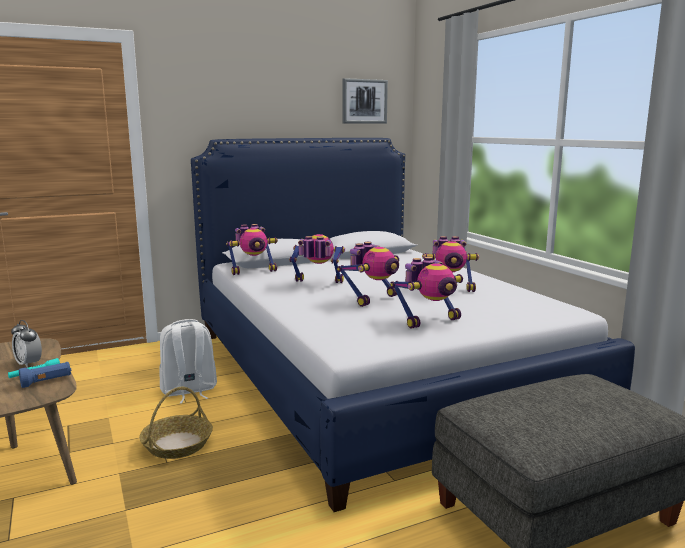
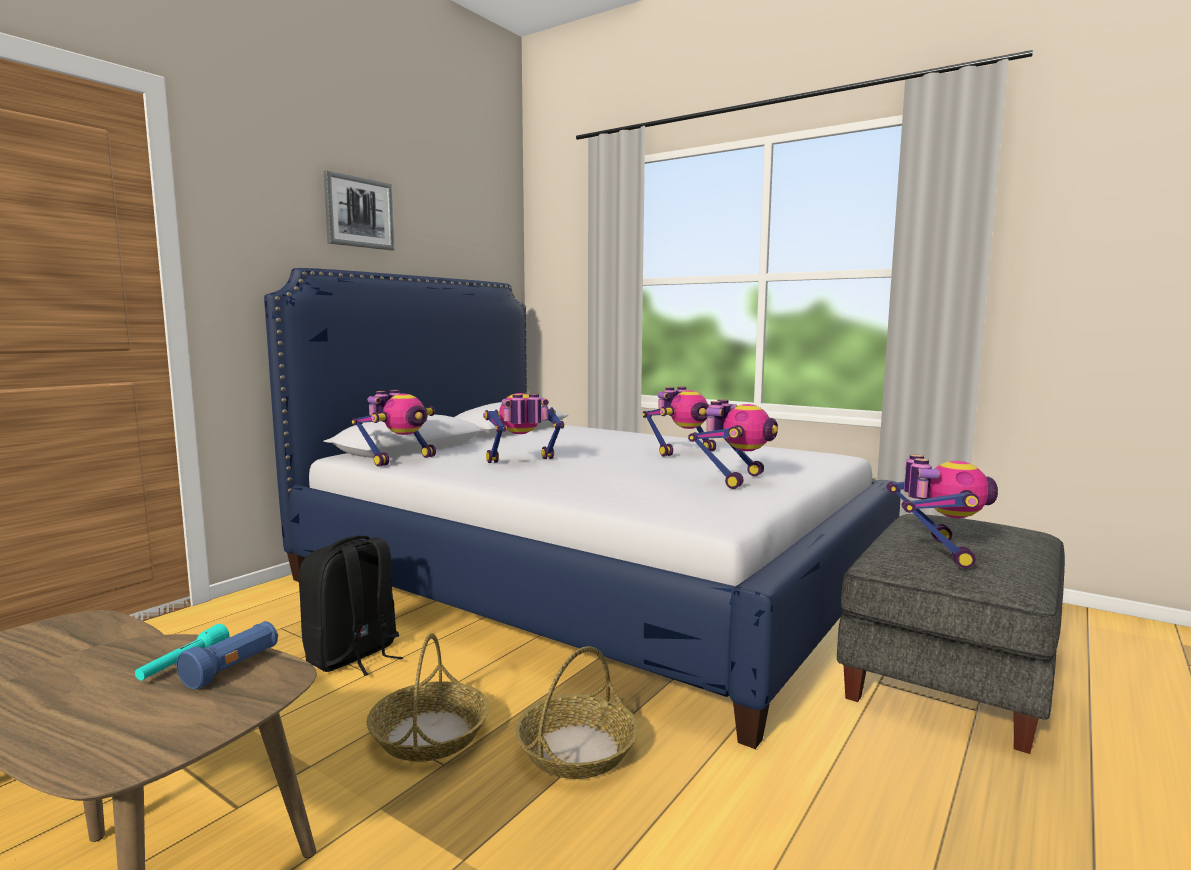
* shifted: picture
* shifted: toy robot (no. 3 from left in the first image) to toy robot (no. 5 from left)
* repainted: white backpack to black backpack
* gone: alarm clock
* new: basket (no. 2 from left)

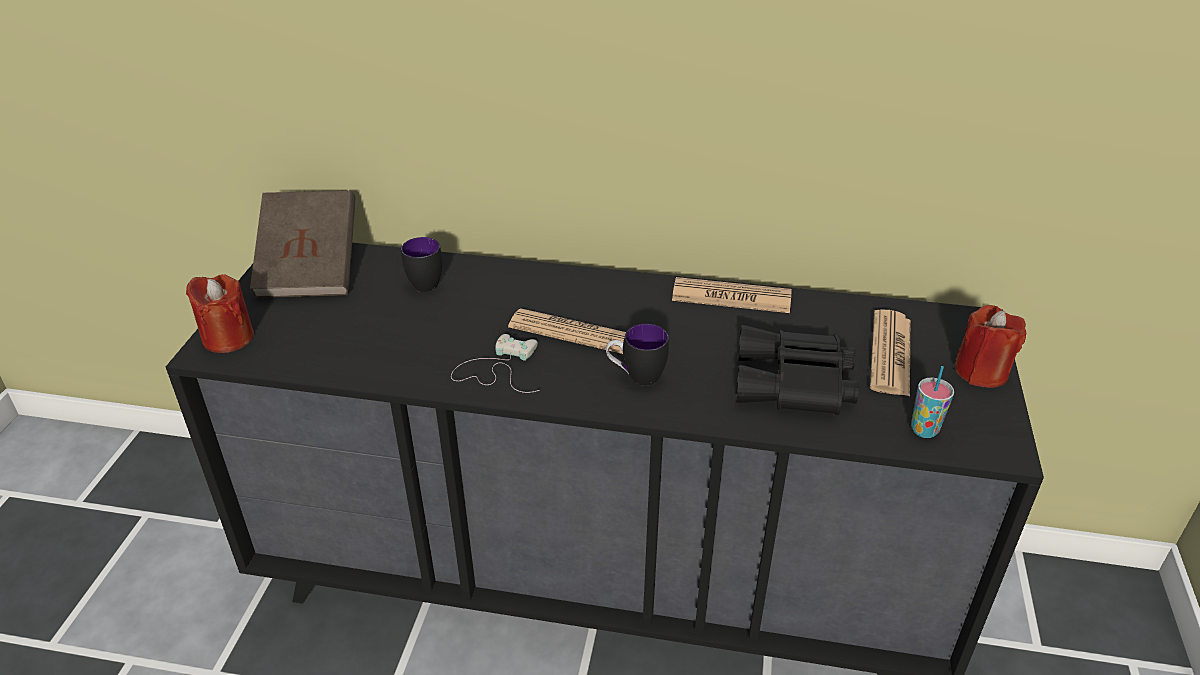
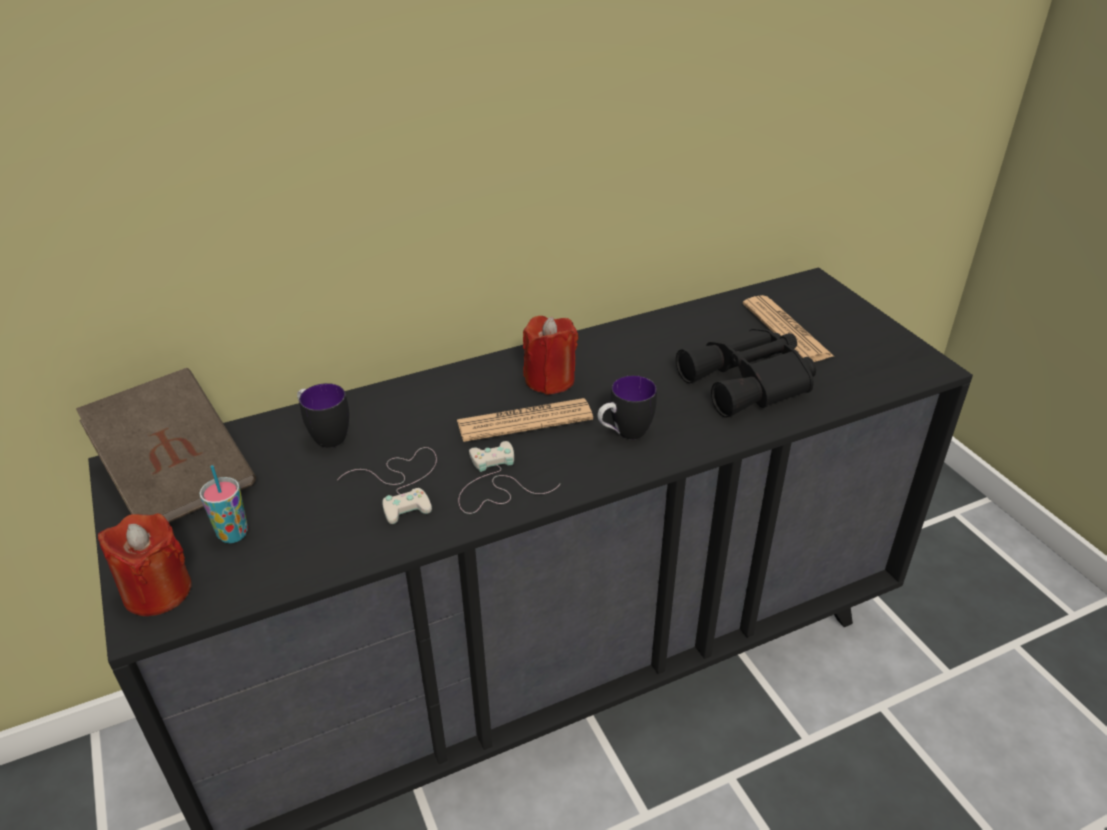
* gone: newspaper (no. 2 from left)
* shifted: red candle (no. 2 from left)
* shifted: cup
* new: white game controller (no. 1 from left)

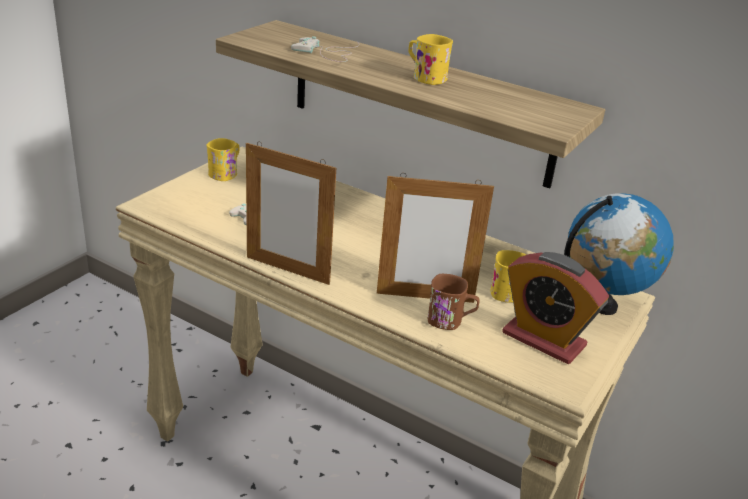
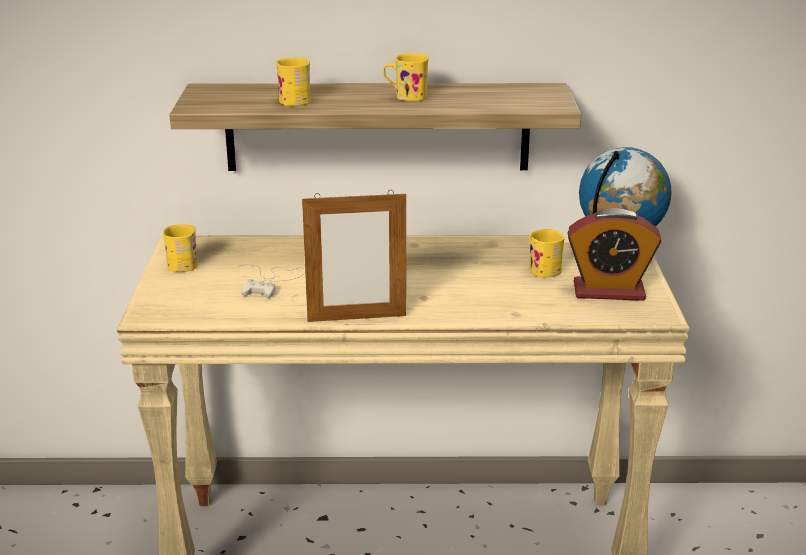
* swapped: white game controller (no. 2 from left) to yellow mug (no. 2 from left)
* gone: picture frame (no. 2 from left)
* gone: brown mug

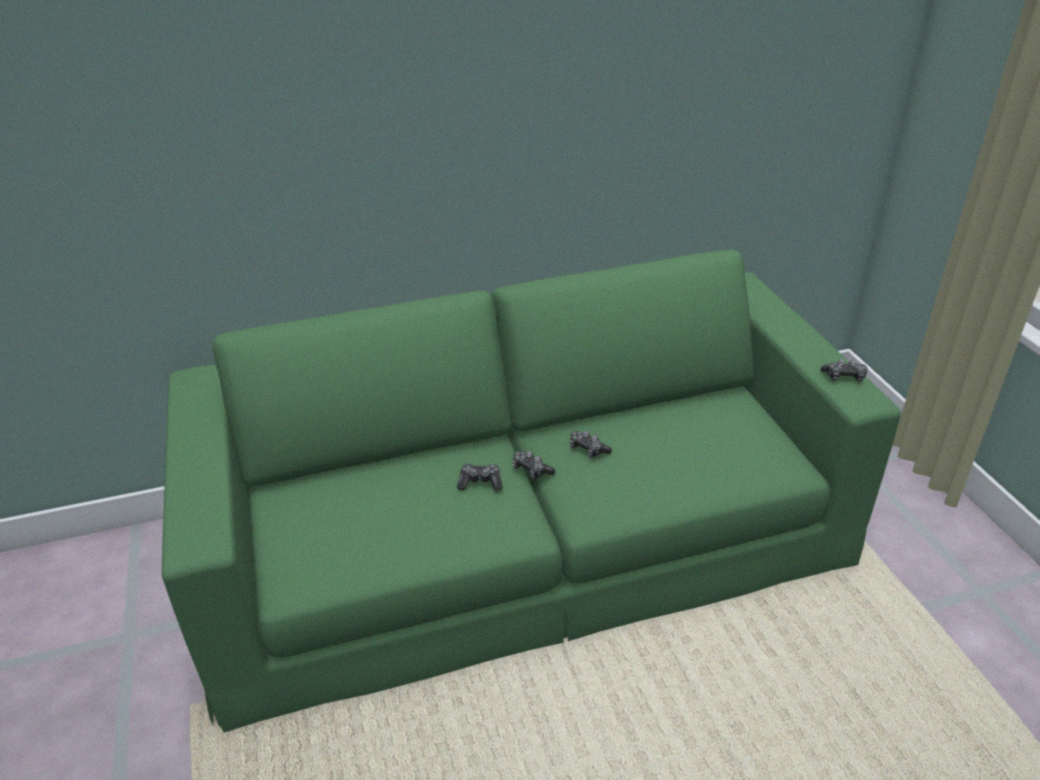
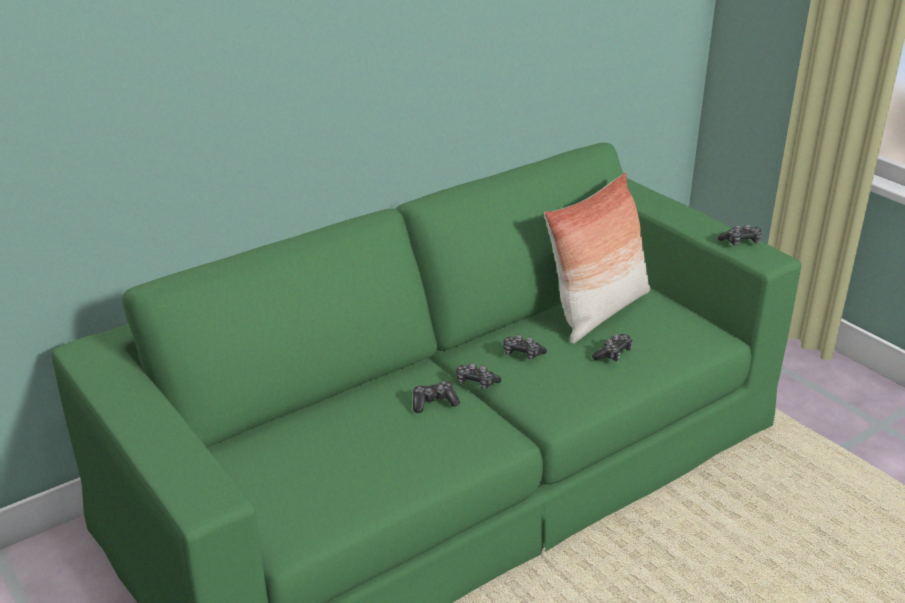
* new: pillow
* new: game controller (no. 4 from left)

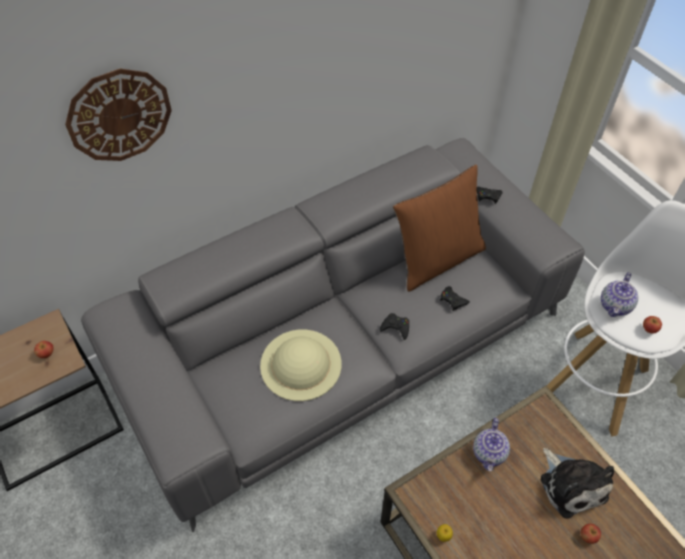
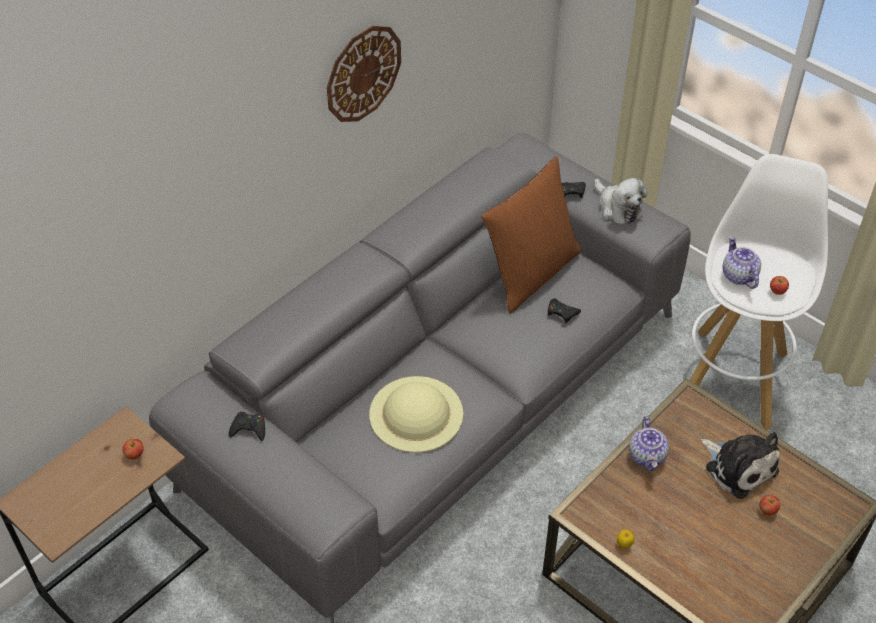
* shifted: wall clock
* rotated: teapot (no. 2 from left) 150 degrees clockwise
* shifted: black game controller (no. 1 from left)
* new: plush toy (no. 1 from left)

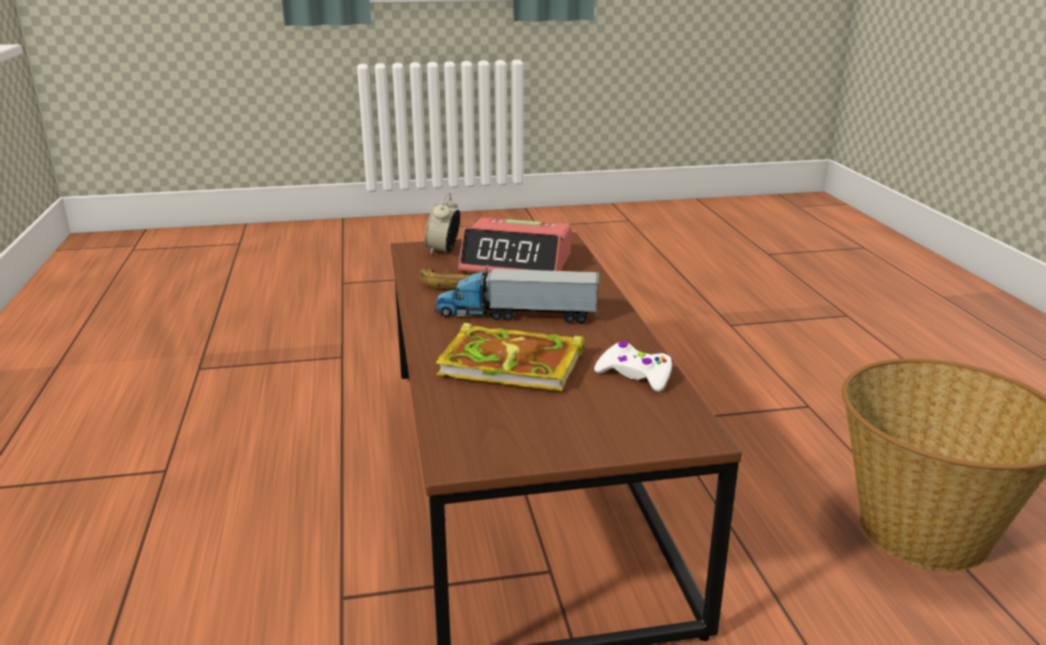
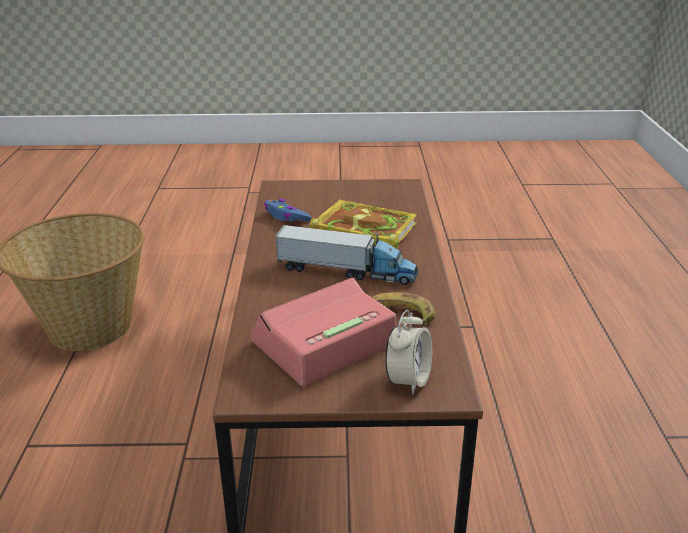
* rotated: alarm clock (no. 2 from left in the first image) 60 degrees counterclockwise
* repainted: white game controller to blue game controller

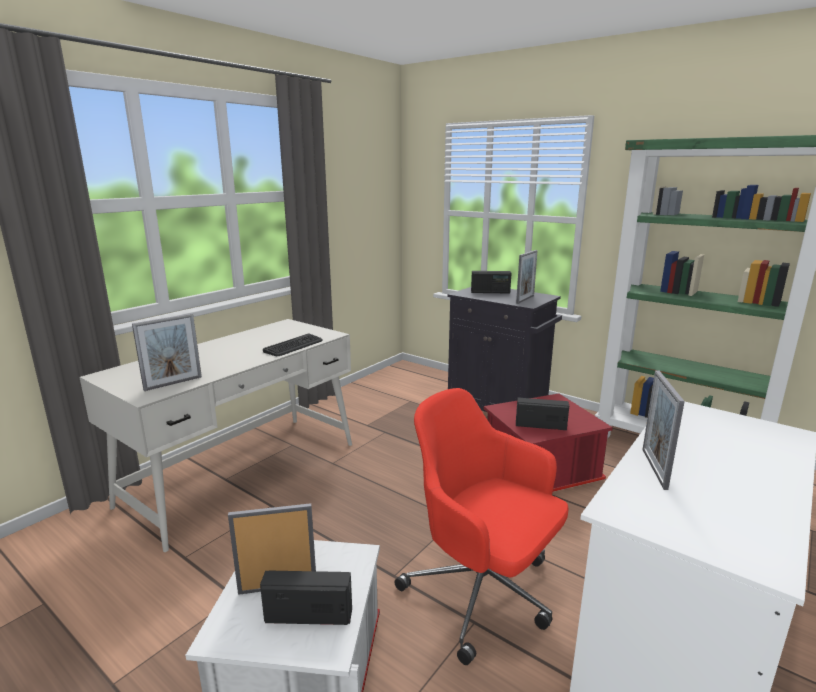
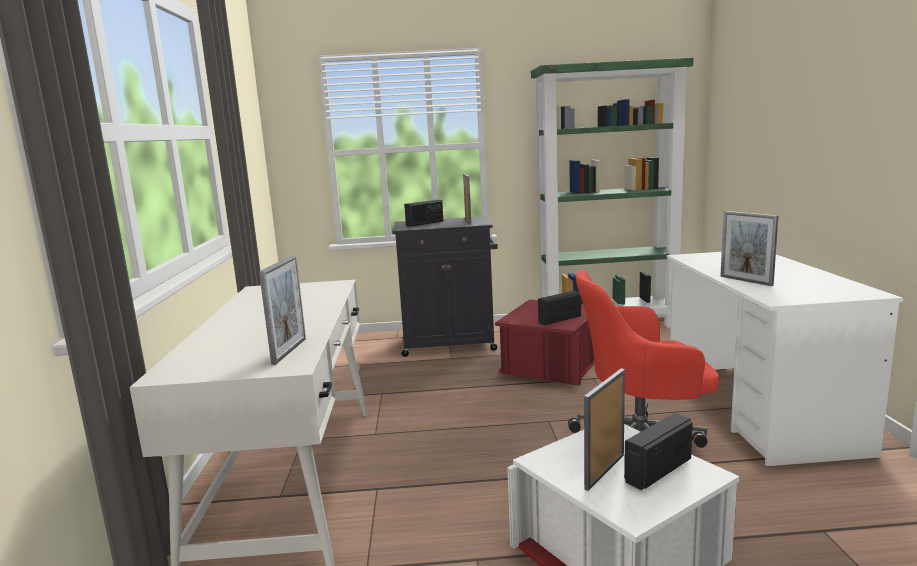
* gone: keyboard

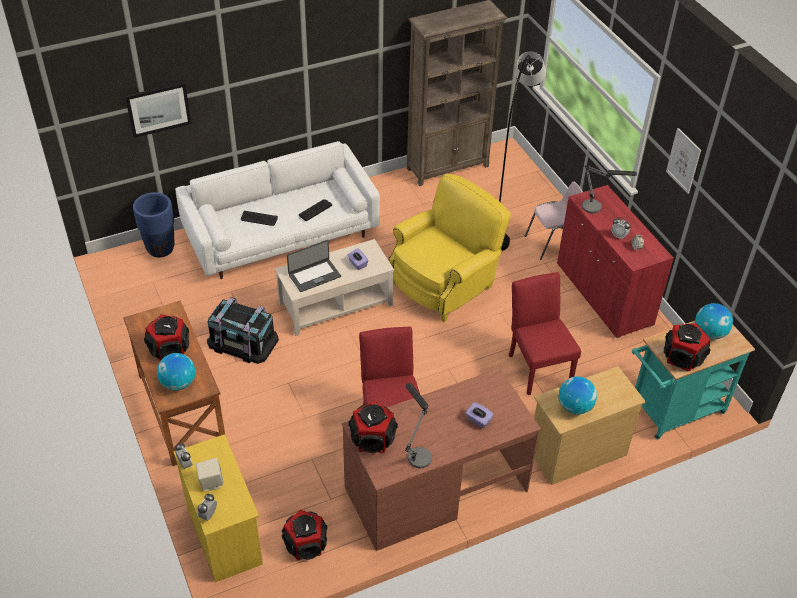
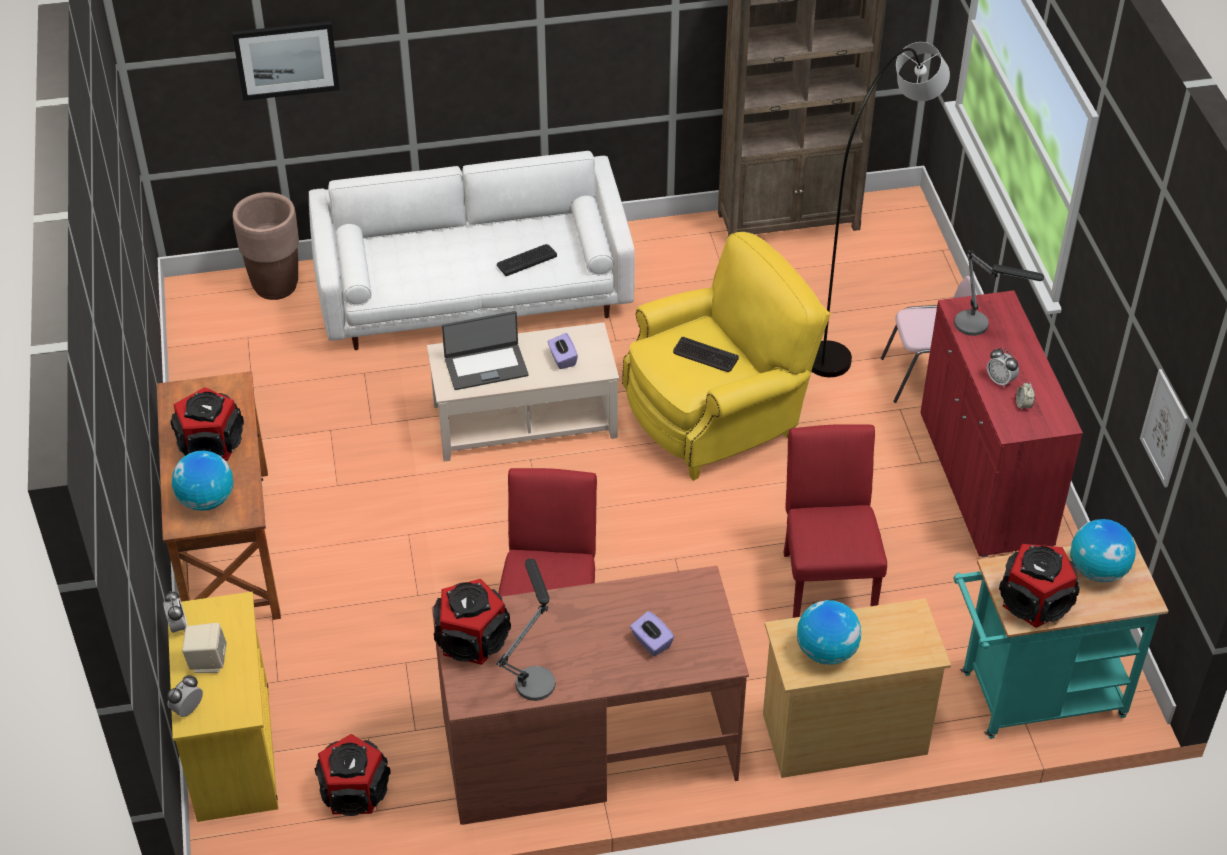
* shifted: picture (no. 2 from left)
* repainted: blue planter to brown planter
* shifted: keyboard (no. 1 from left in the first image) to keyboard (no. 2 from left)
* gone: black storage box

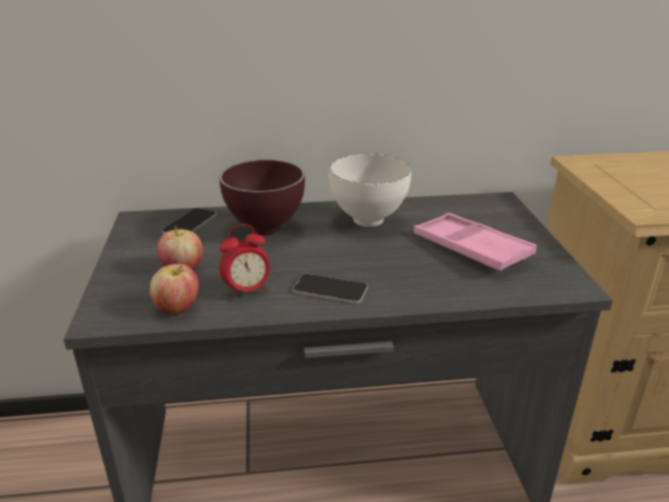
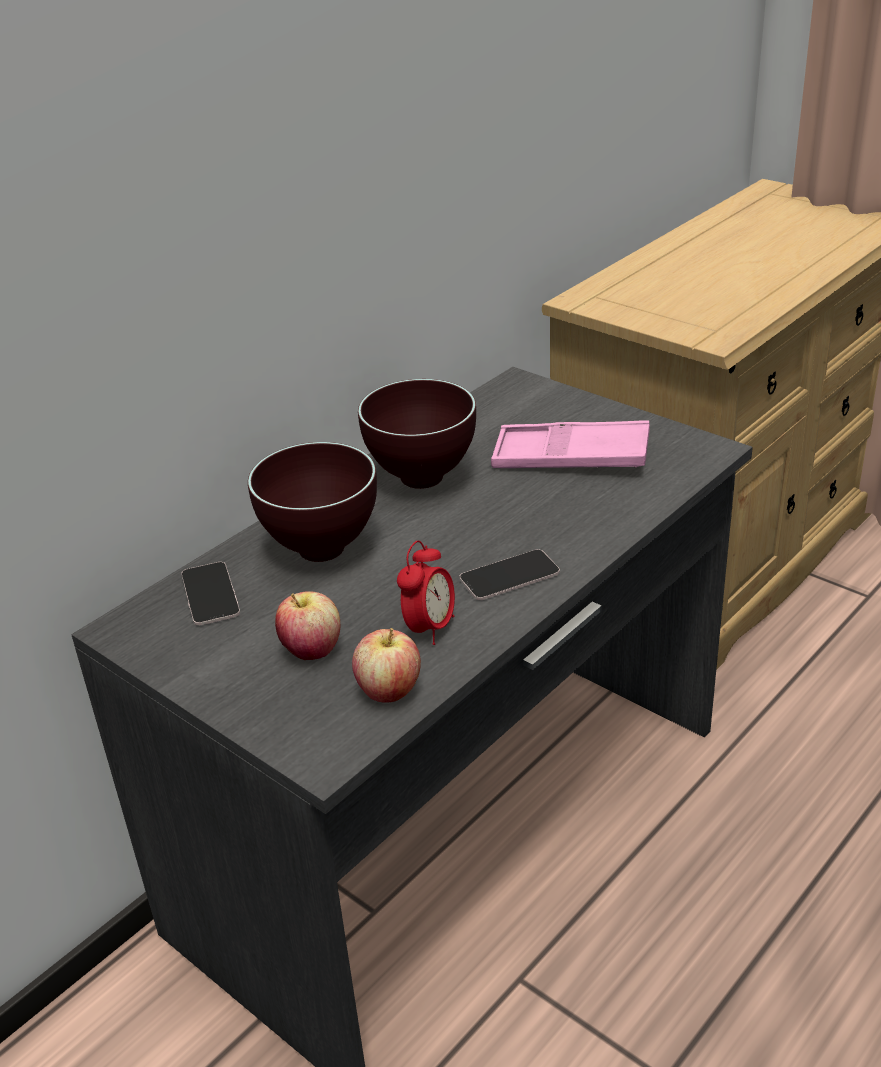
* repainted: white bowl to brown bowl (no. 2 from left)

